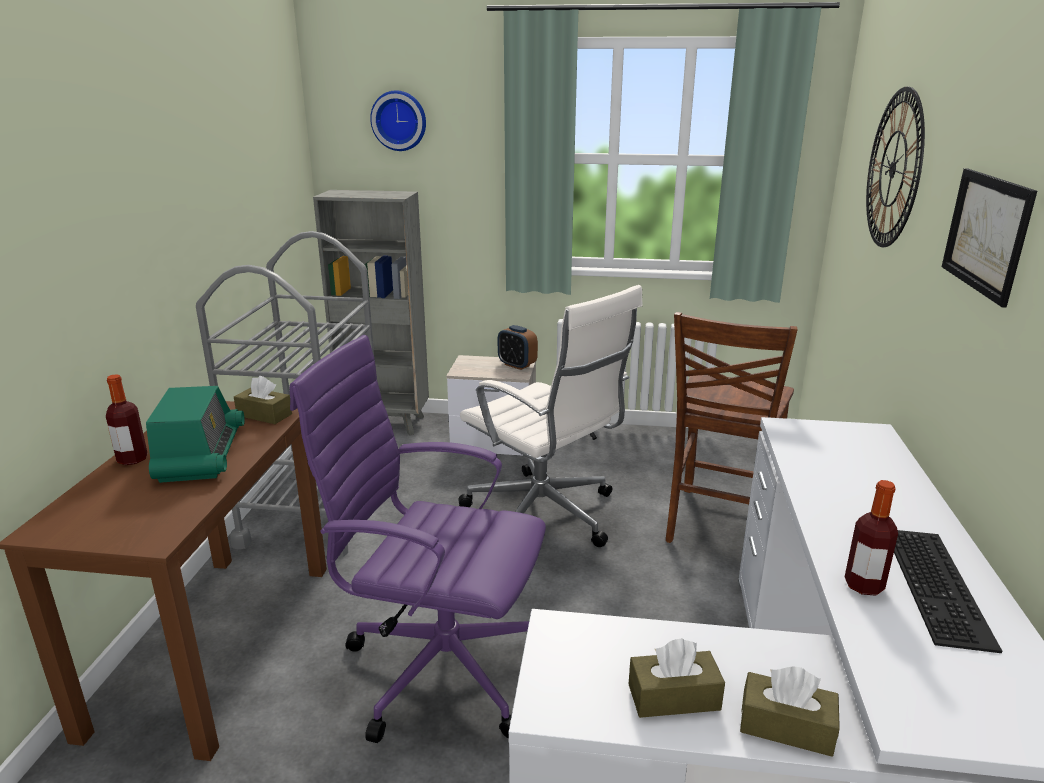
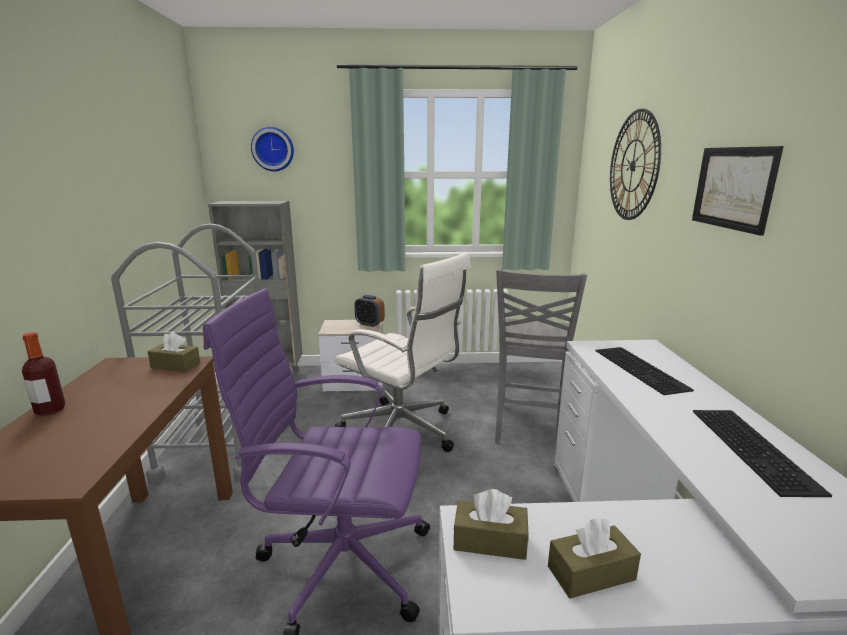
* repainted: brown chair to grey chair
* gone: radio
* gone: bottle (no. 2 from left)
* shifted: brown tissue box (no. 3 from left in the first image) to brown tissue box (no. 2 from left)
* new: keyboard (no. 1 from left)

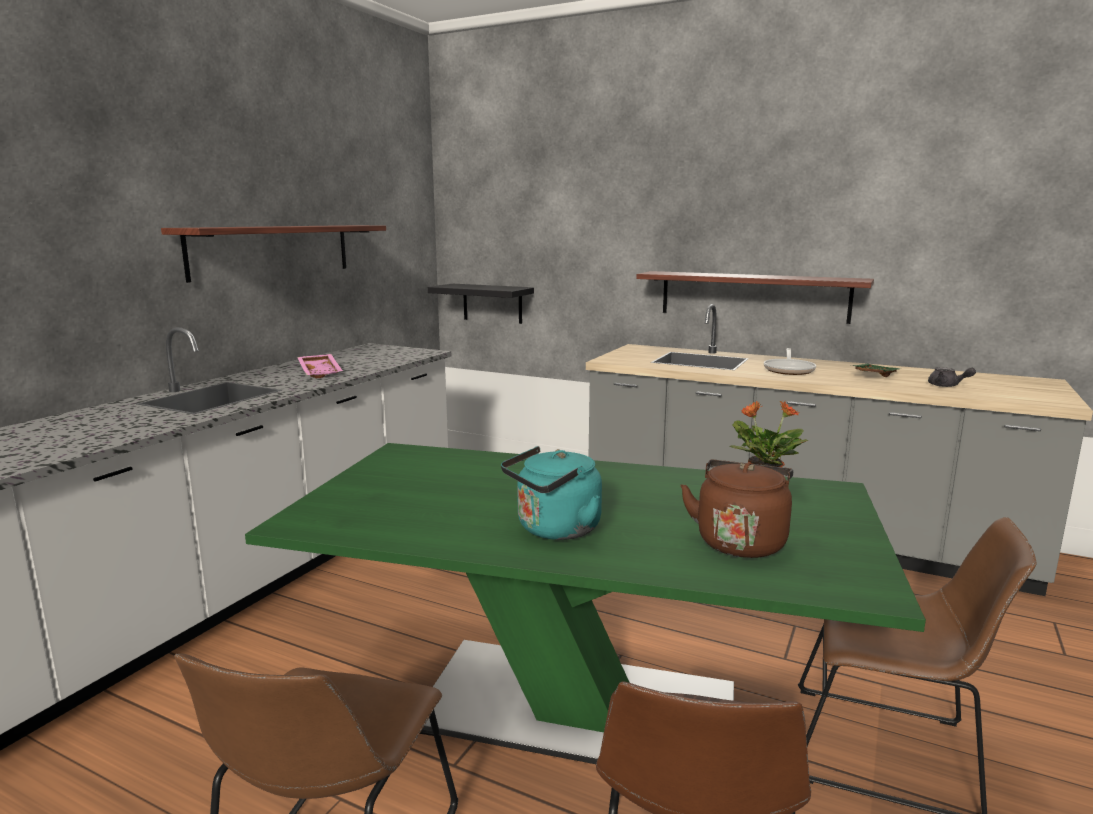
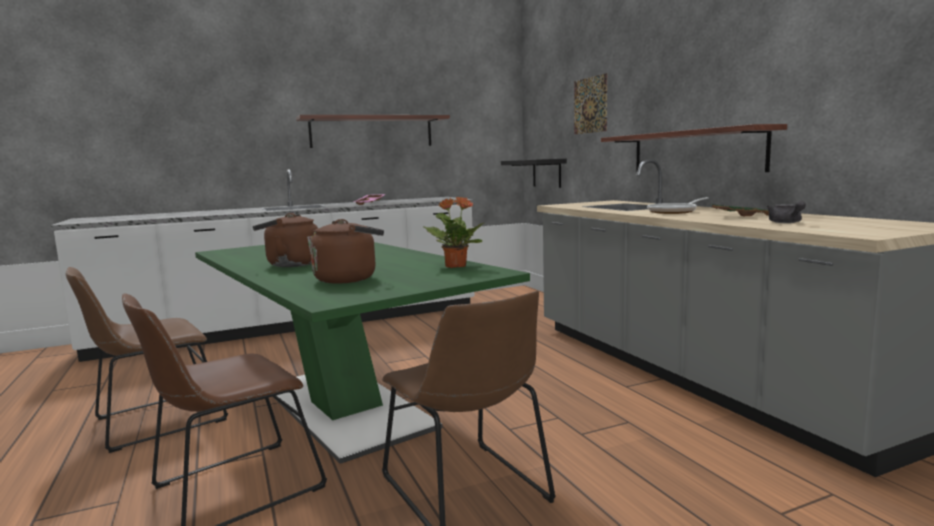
* repainted: turquoise kettle to brown kettle (no. 1 from left)
* new: picture

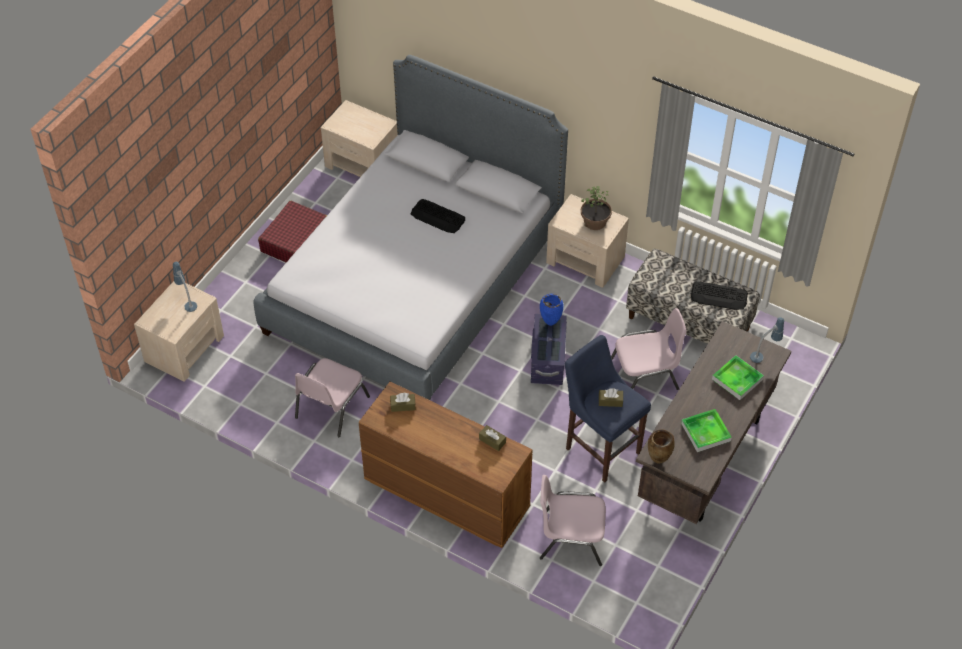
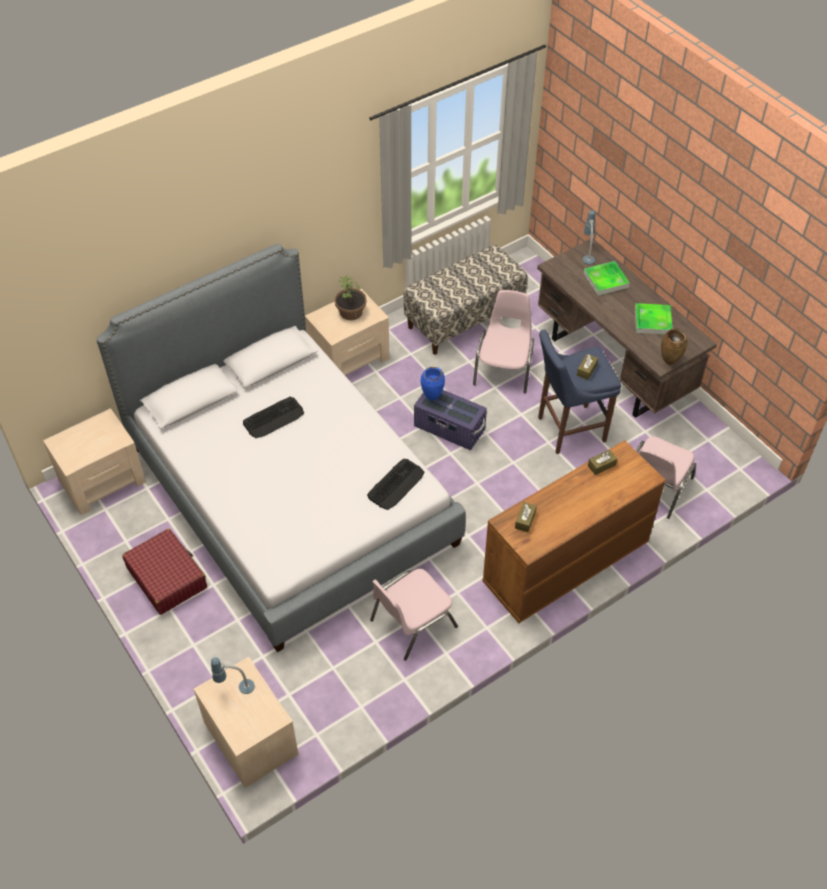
* shifted: keyboard (no. 2 from left)
* rotated: pink chair (no. 1 from left) 90 degrees clockwise

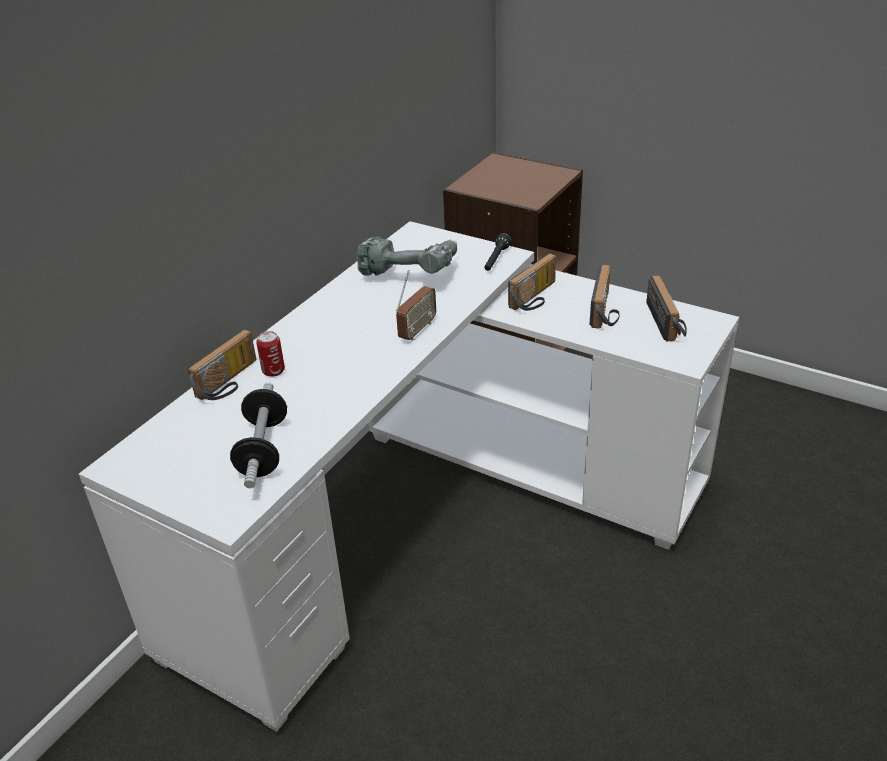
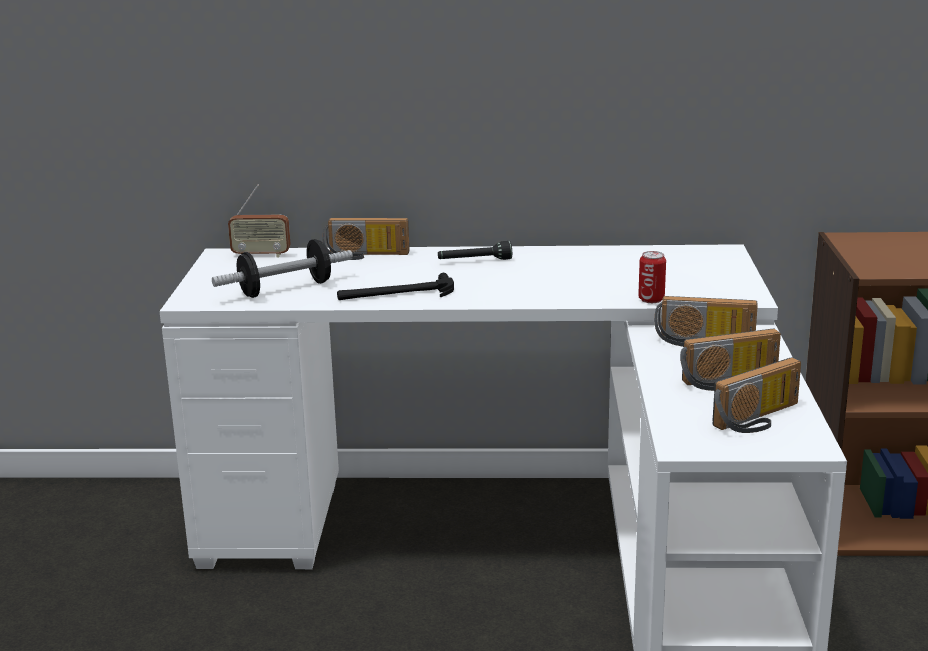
* shifted: black flashlight
* gone: power drill
* shifted: radio (no. 2 from left in the first image) to radio (no. 1 from left)
* shifted: can
* new: hammer

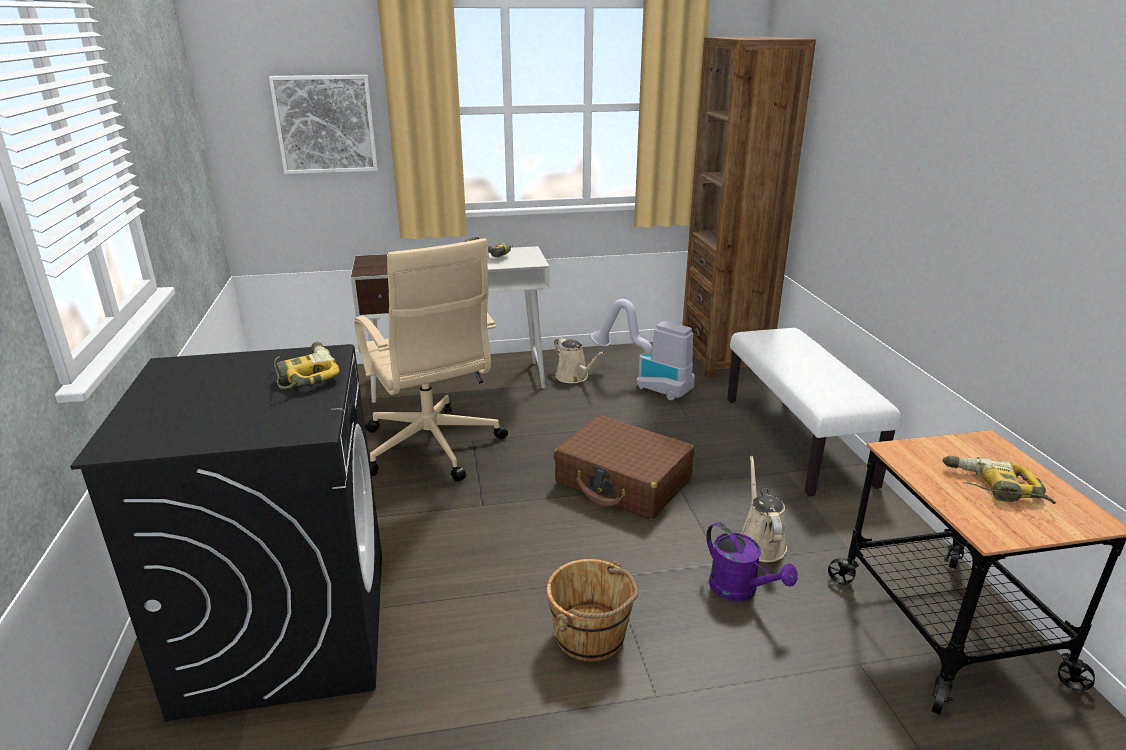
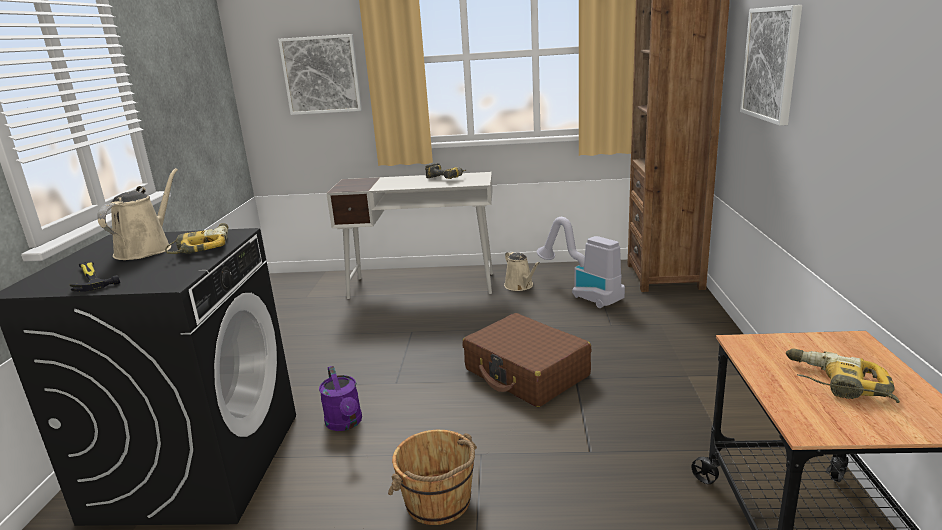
* gone: beige office chair
* gone: white bench
* shifted: beige watering can (no. 2 from left in the first image) to beige watering can (no. 1 from left)
* shifted: purple watering can
* new: picture (no. 2 from left)
* new: hammer

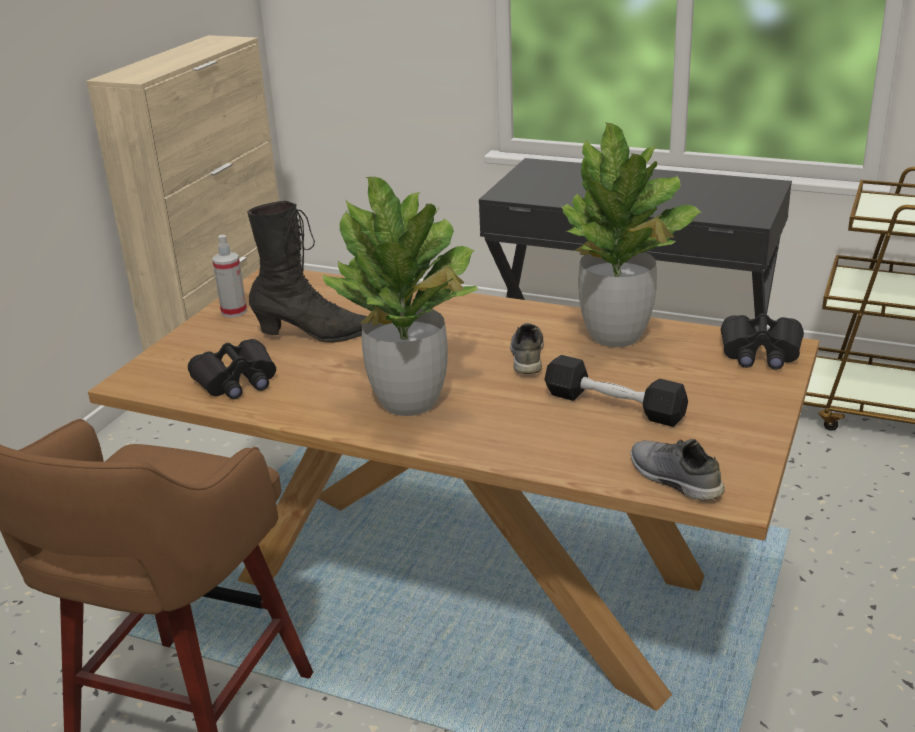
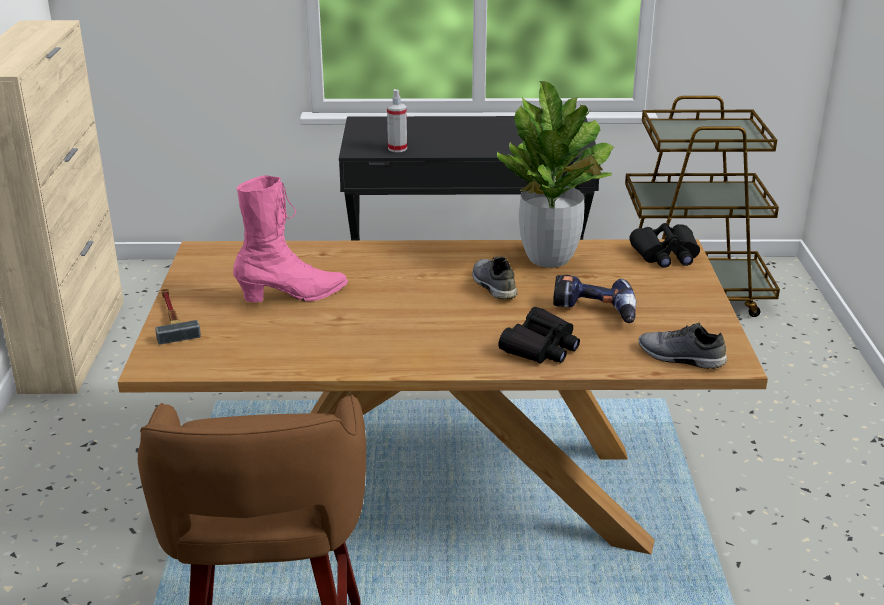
* gone: potted plant (no. 1 from left)
* repainted: black boot to pink boot
* shifted: spray bottle
* shifted: black binoculars (no. 1 from left)
* swapped: black dumbbell to power drill
* new: hammer

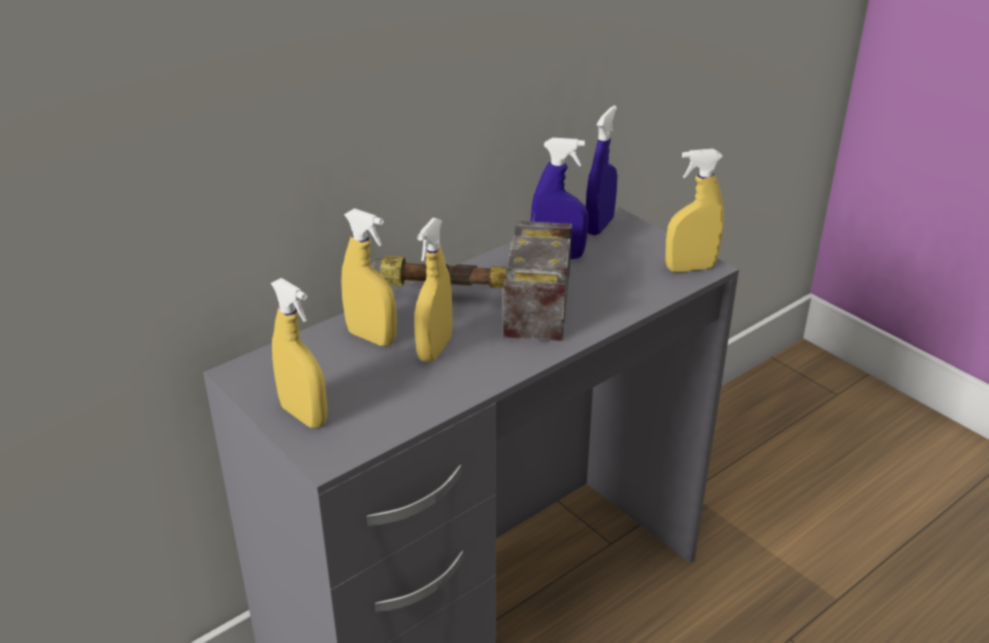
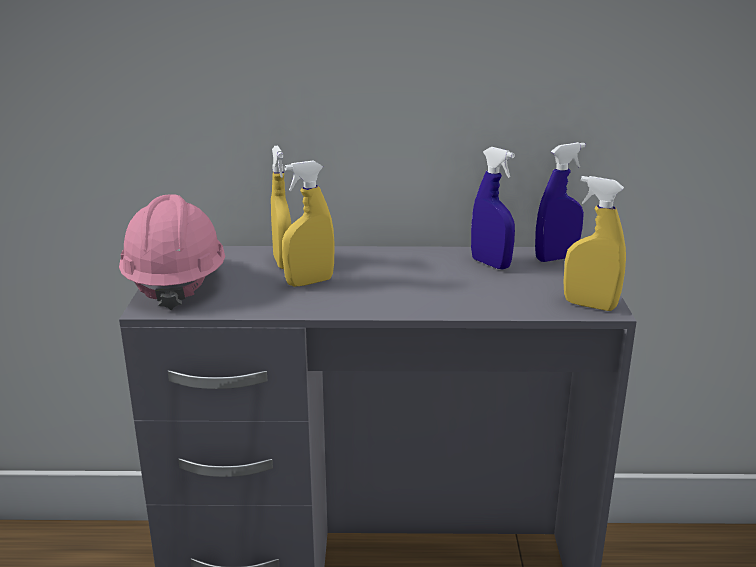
* gone: hammer
* swapped: yellow spray bottle (no. 1 from left) to pink hard hat

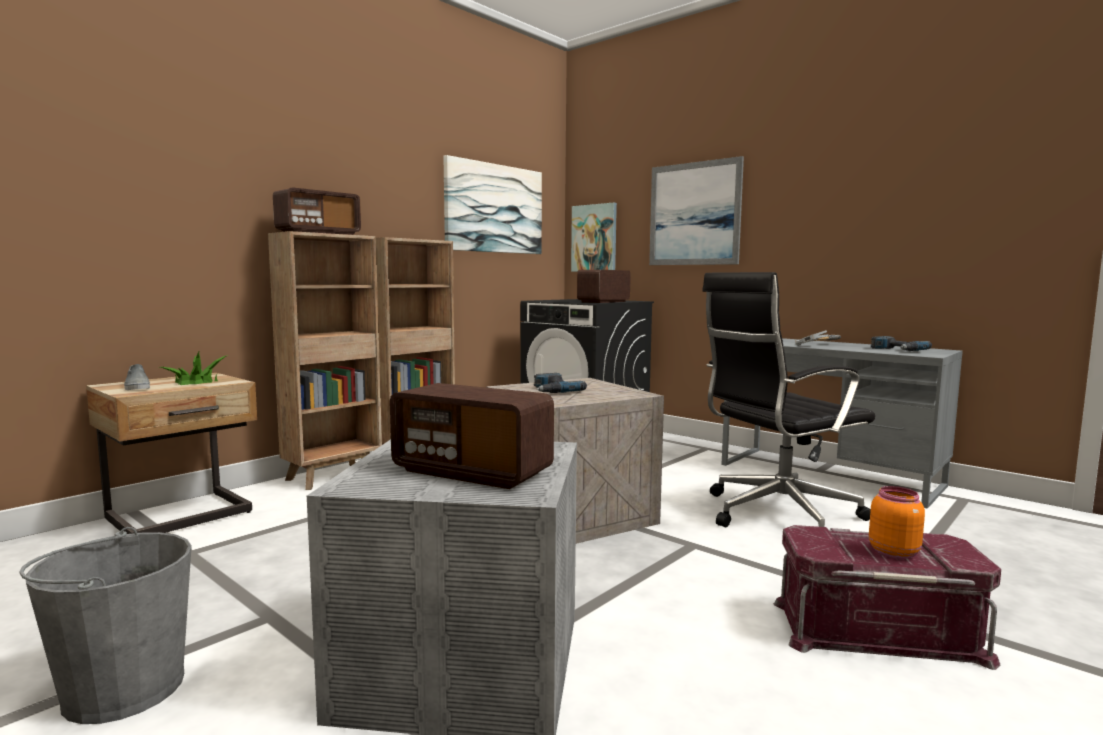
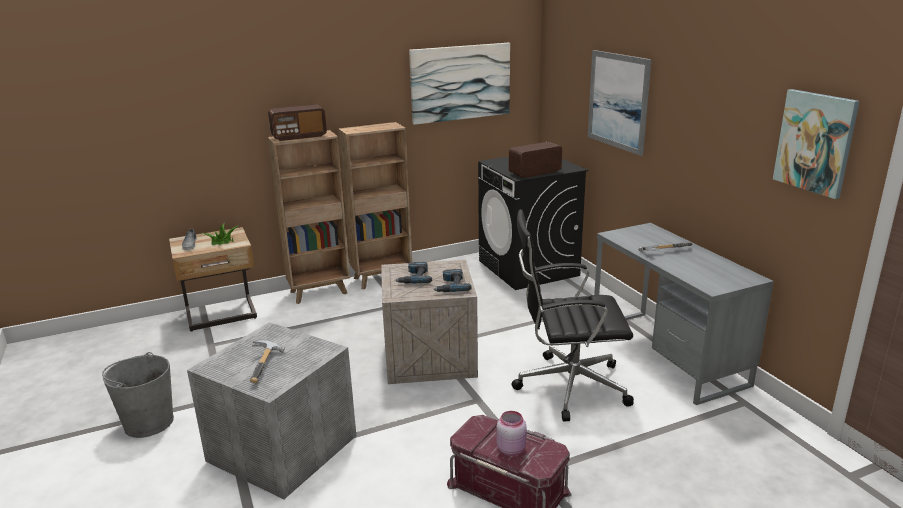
* shifted: picture (no. 2 from left in the first image) to picture (no. 3 from left)
* shifted: power drill (no. 2 from left)
* swapped: radio (no. 2 from left) to hammer (no. 1 from left)
* repainted: orange jar to pink jar

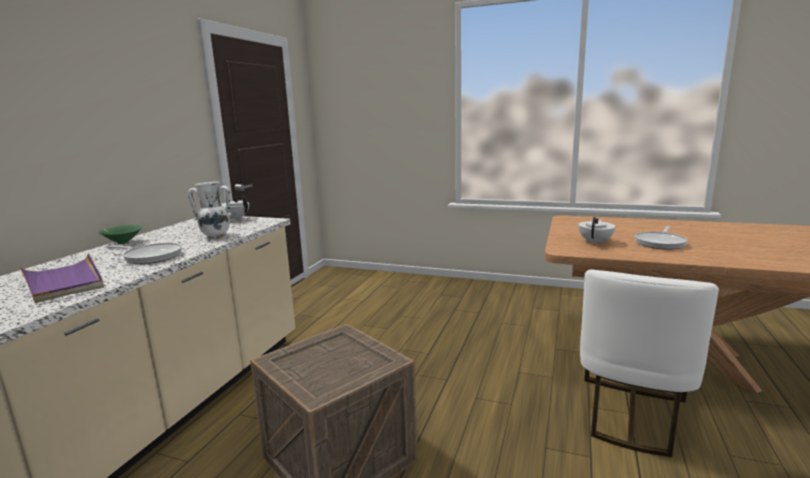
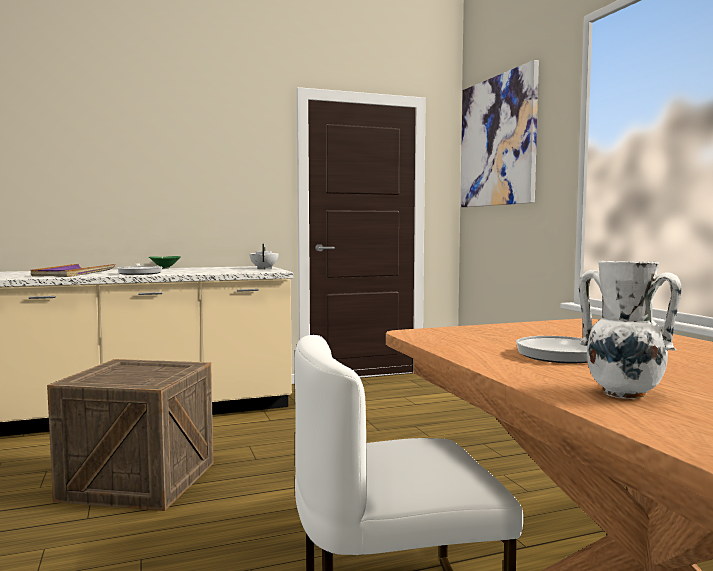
* shifted: white vase
* gone: white teapot (no. 2 from left)
* new: picture

